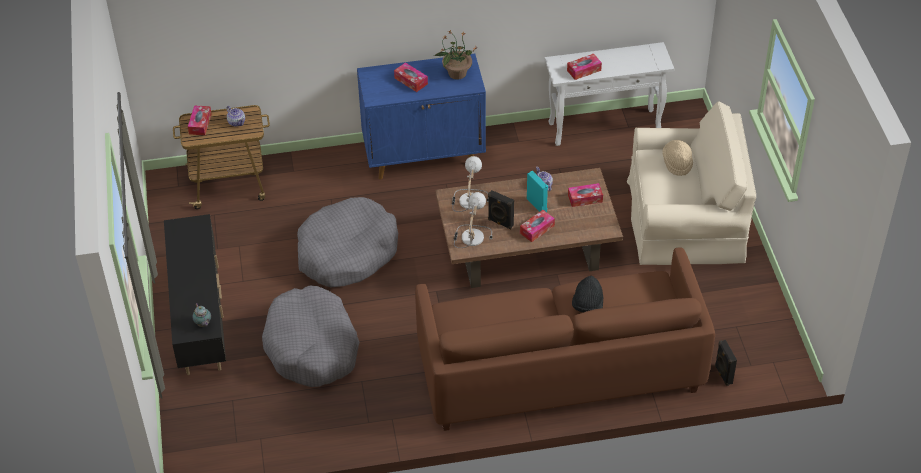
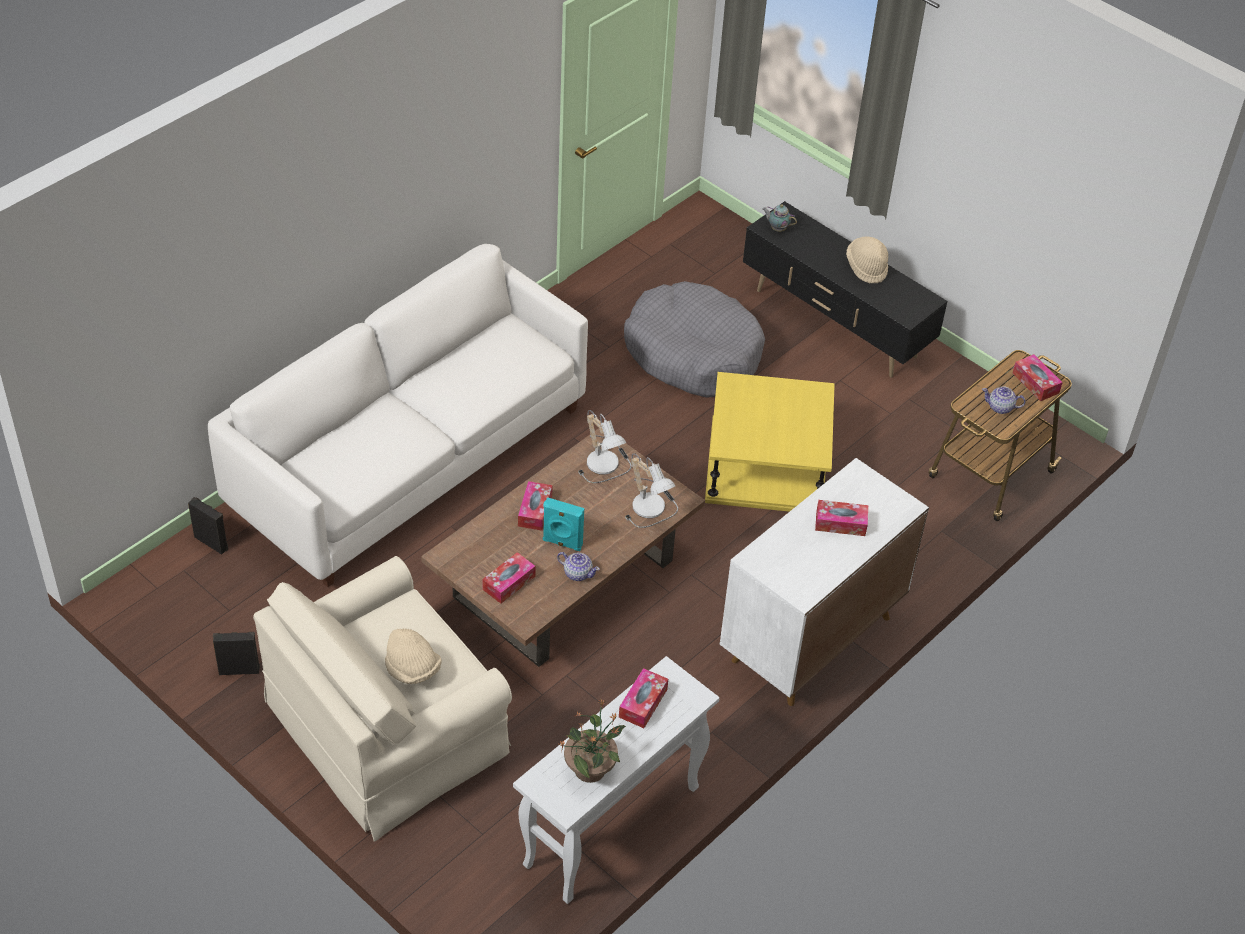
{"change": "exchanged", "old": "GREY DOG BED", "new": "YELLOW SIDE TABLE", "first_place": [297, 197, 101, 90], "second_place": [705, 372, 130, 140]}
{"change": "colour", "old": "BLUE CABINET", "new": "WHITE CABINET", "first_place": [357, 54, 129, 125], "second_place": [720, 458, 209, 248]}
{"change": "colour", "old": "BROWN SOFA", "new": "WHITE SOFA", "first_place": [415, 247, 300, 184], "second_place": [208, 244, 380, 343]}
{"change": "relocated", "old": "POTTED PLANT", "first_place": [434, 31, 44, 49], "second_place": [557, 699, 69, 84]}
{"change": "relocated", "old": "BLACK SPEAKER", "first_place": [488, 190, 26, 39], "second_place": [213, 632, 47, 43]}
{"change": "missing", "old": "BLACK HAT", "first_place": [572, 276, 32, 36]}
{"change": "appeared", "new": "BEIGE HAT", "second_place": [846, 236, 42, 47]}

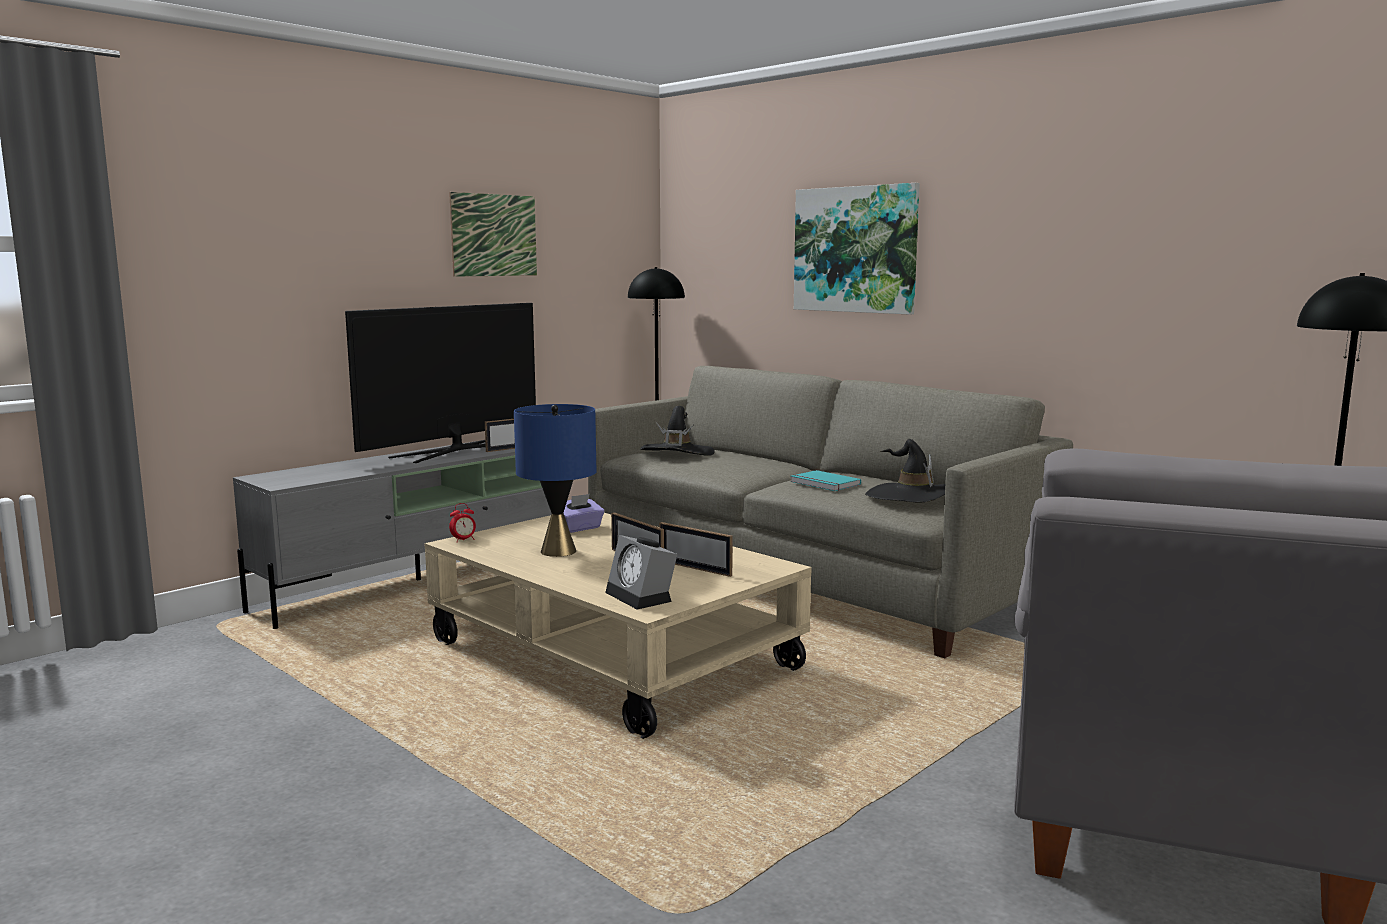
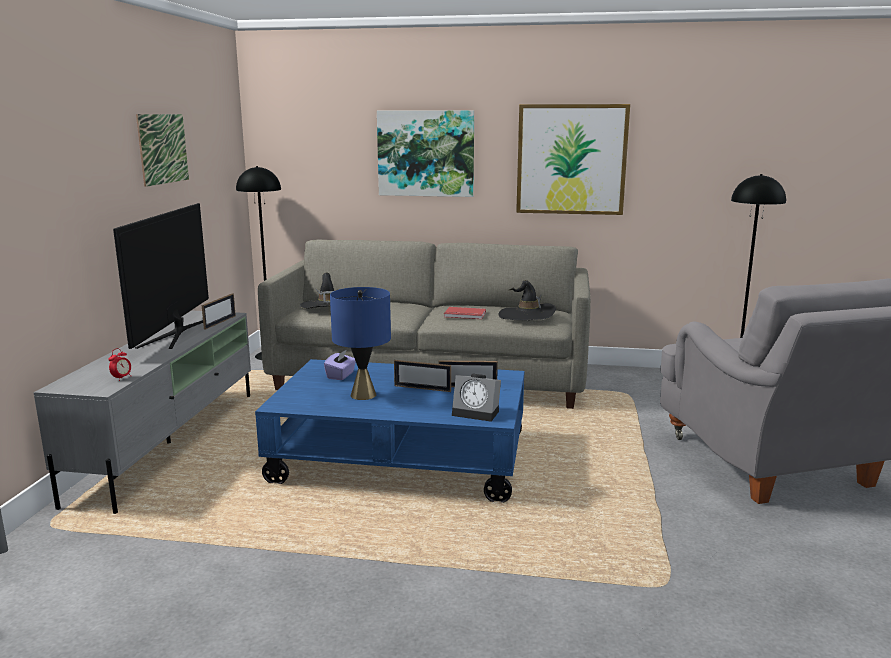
{"change": "colour", "old": "BEIGE COFFEE TABLE", "new": "BLUE COFFEE TABLE", "first_place": [424, 513, 388, 226], "second_place": [255, 359, 270, 144]}
{"change": "relocated", "old": "ALARM CLOCK", "first_place": [449, 503, 27, 38], "second_place": [108, 348, 23, 33]}
{"change": "colour", "old": "TURQUOISE BOOK", "new": "RED BOOK", "first_place": [790, 470, 71, 21], "second_place": [444, 307, 42, 12]}
{"change": "appeared", "new": "PICTURE", "second_place": [516, 104, 114, 111]}

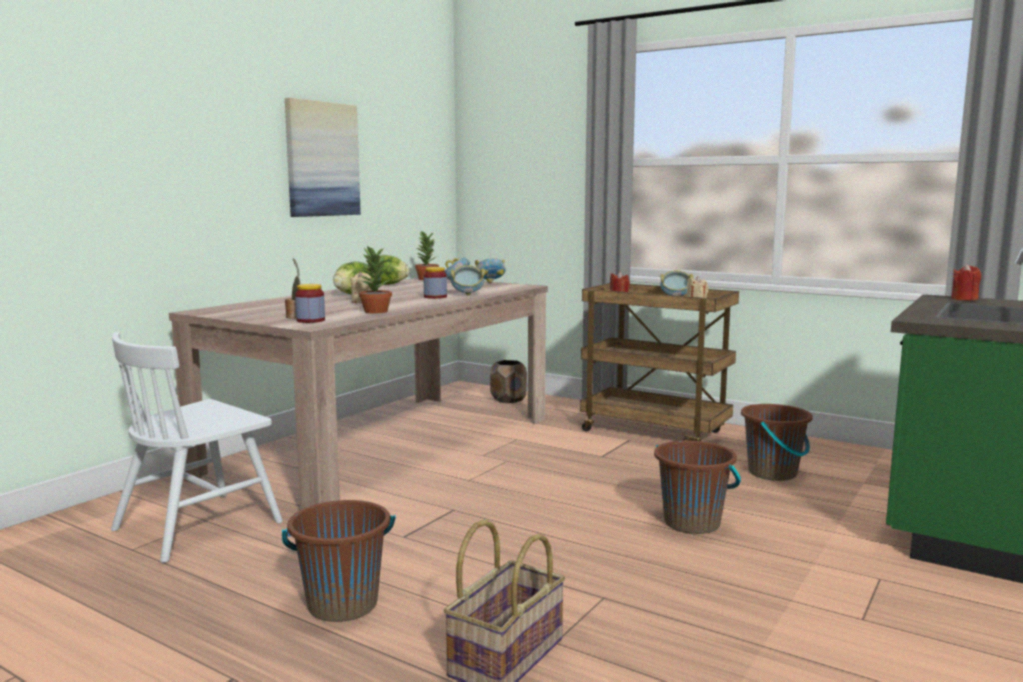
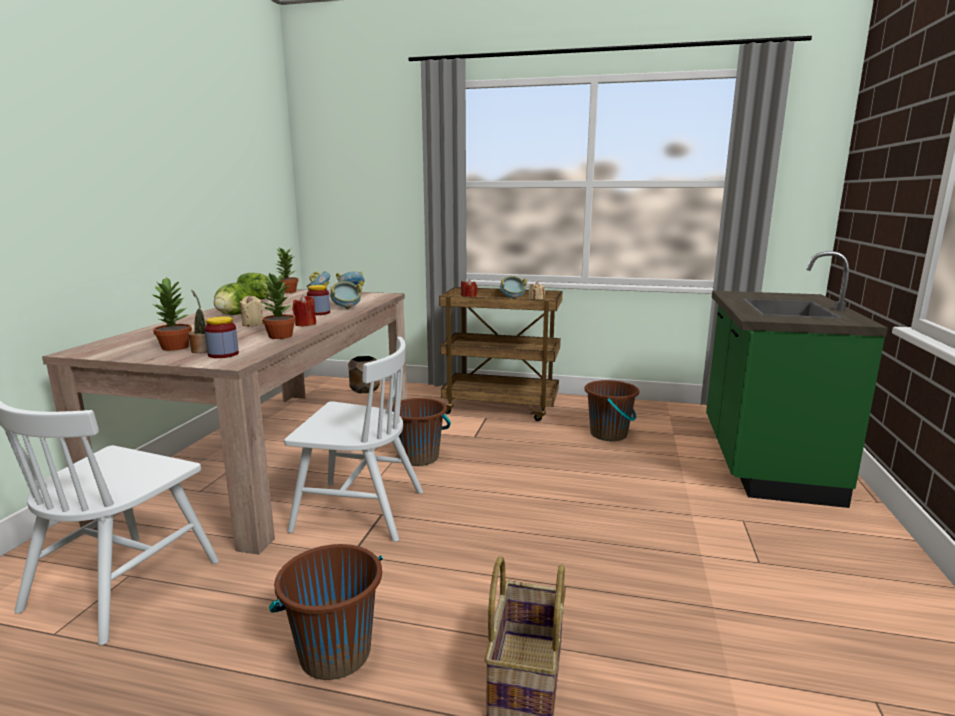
{"change": "missing", "old": "PICTURE", "first_place": [285, 98, 76, 119]}
{"change": "relocated", "old": "BROWN BUCKET", "first_place": [654, 441, 87, 93], "second_place": [392, 398, 59, 68]}
{"change": "relocated", "old": "RED CANDLE", "first_place": [951, 264, 30, 37], "second_place": [292, 295, 24, 31]}
{"change": "appeared", "new": "POTTED PLANT", "second_place": [150, 276, 42, 75]}
{"change": "appeared", "new": "WHITE CHAIR", "second_place": [284, 337, 139, 205]}

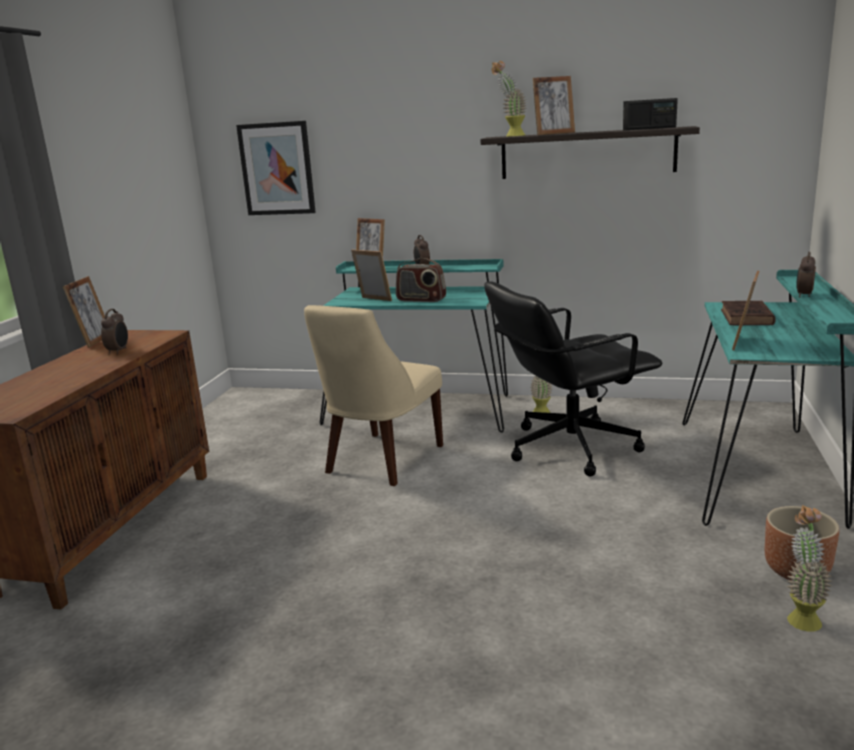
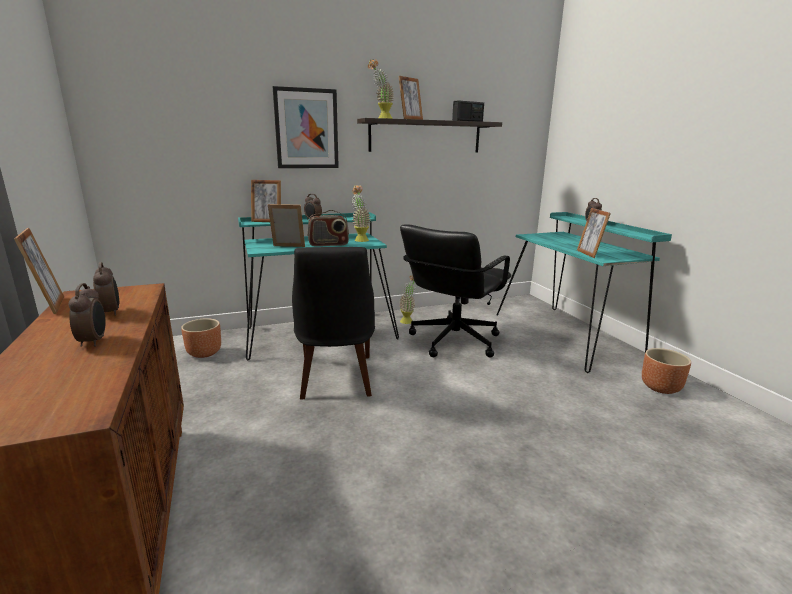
{"change": "relocated", "old": "PICTURE", "first_place": [236, 121, 80, 94], "second_place": [273, 86, 66, 82]}
{"change": "colour", "old": "BEIGE CHAIR", "new": "BLACK CHAIR", "first_place": [304, 305, 139, 181], "second_place": [292, 247, 83, 153]}
{"change": "missing", "old": "BROWN BOOK", "first_place": [721, 301, 55, 24]}
{"change": "relocated", "old": "POTTED PLANT", "first_place": [786, 505, 46, 127], "second_place": [352, 185, 19, 57]}
{"change": "appeared", "new": "ALARM CLOCK", "second_place": [69, 283, 36, 64]}
{"change": "appeared", "new": "BROWN PLANTER", "second_place": [181, 318, 40, 40]}

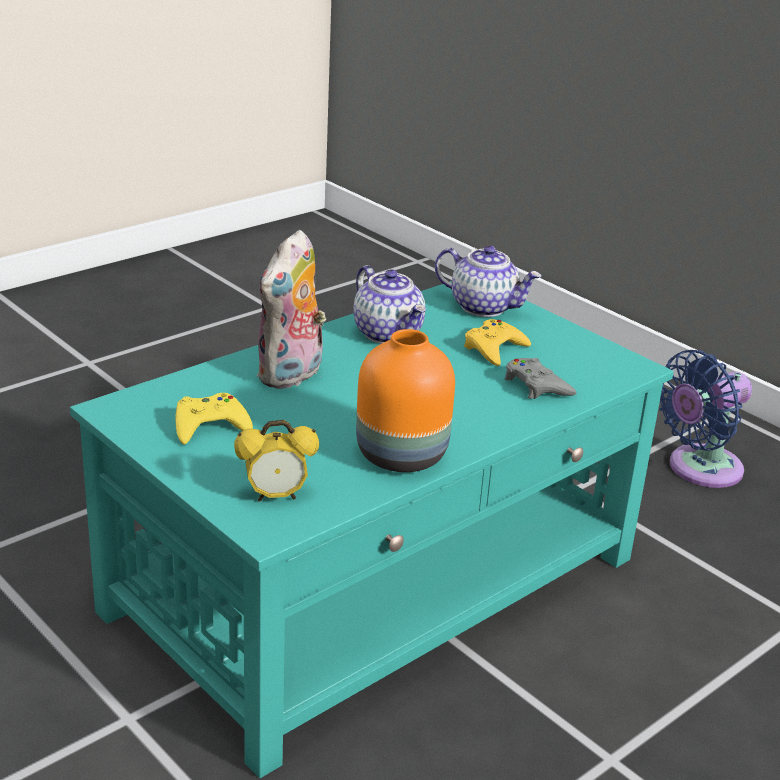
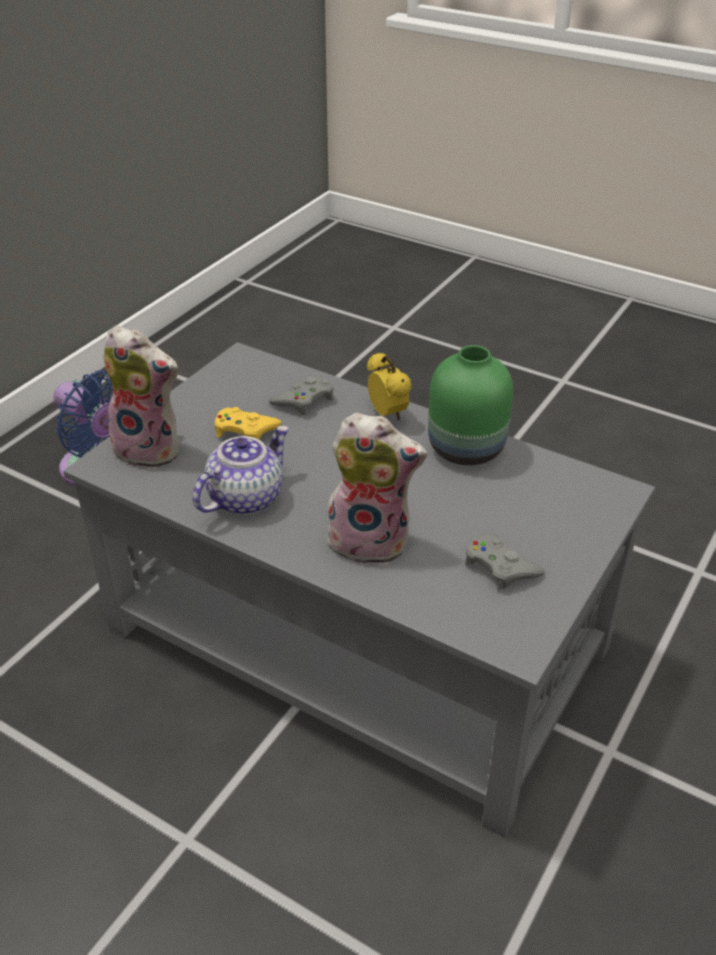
{"change": "colour", "old": "TURQUOISE COFFEE TABLE", "new": "GREY COFFEE TABLE", "first_place": [70, 281, 604, 497], "second_place": [63, 342, 592, 496]}
{"change": "colour", "old": "YELLOW GAME CONTROLLER", "new": "GREY GAME CONTROLLER", "first_place": [176, 393, 77, 51], "second_place": [465, 532, 80, 58]}
{"change": "relocated", "old": "ALARM CLOCK", "first_place": [234, 420, 85, 82], "second_place": [367, 352, 44, 68]}
{"change": "colour", "old": "ORANGE VASE", "new": "GREEN VASE", "first_place": [356, 329, 99, 143], "second_place": [428, 345, 85, 120]}
{"change": "exchanged", "old": "TEAPOT", "new": "PLUSH TOY", "first_place": [435, 246, 106, 71], "second_place": [103, 325, 77, 144]}

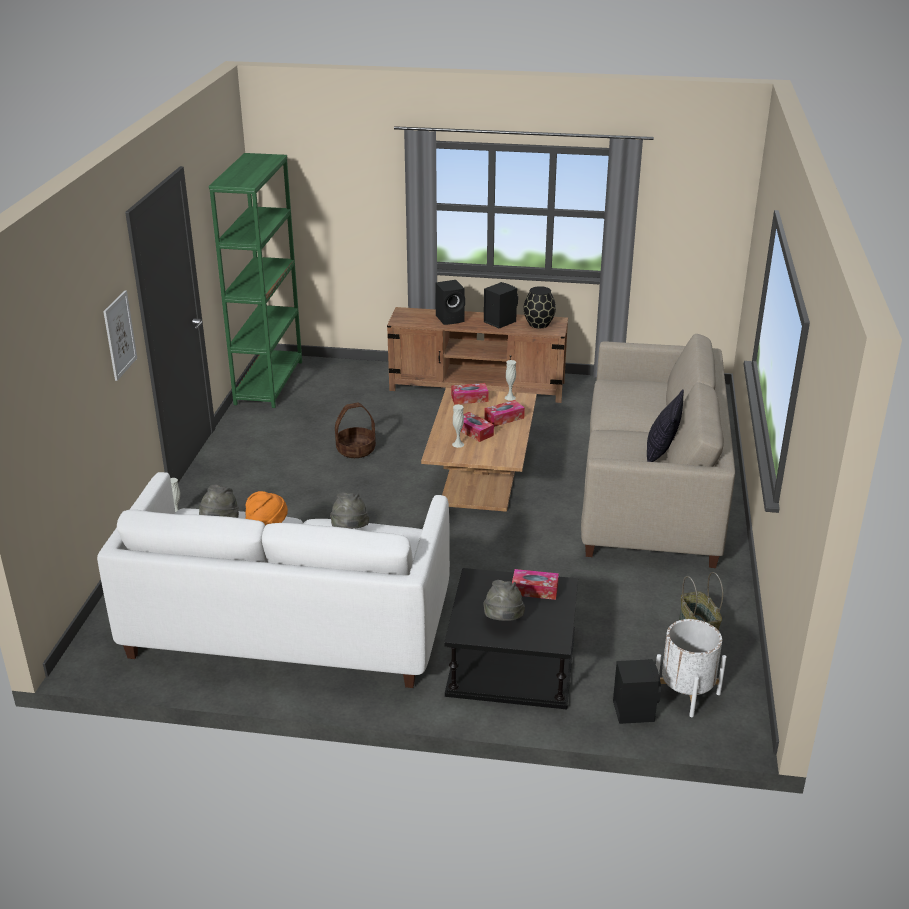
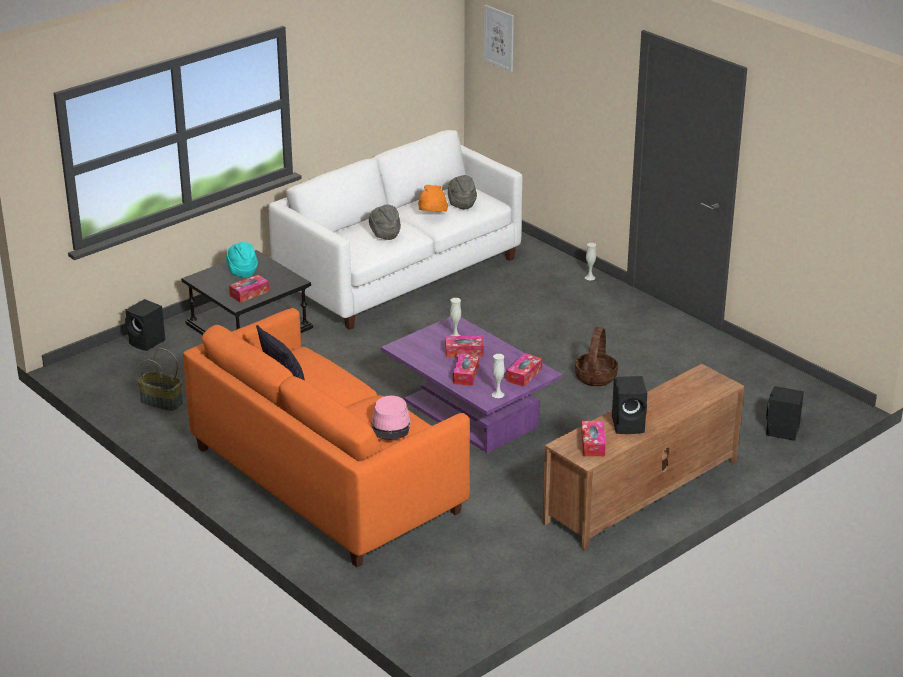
{"change": "relocated", "old": "PICTURE", "first_place": [103, 290, 34, 91], "second_place": [484, 5, 30, 67]}
{"change": "missing", "old": "GREEN BOOKCASE", "first_place": [209, 153, 93, 255]}
{"change": "colour", "old": "BROWN COFFEE TABLE", "new": "PURPLE COFFEE TABLE", "first_place": [421, 388, 116, 124], "second_place": [381, 317, 182, 136]}
{"change": "relocated", "old": "BLACK SPEAKER", "first_place": [435, 280, 30, 45], "second_place": [766, 386, 38, 55]}
{"change": "colour", "old": "GREY HAT", "new": "TURQUOISE HAT", "first_place": [483, 580, 42, 41], "second_place": [226, 242, 32, 36]}
{"change": "exchanged", "old": "BLACK VASE", "new": "TISSUE BOX", "first_place": [523, 286, 33, 42], "second_place": [581, 421, 25, 35]}
{"change": "colour", "old": "BEIGE SOFA", "new": "ORANGE SOFA", "first_place": [581, 334, 154, 234], "second_place": [183, 308, 287, 259]}
{"change": "missing", "old": "WHITE PLANTER", "first_place": [656, 619, 71, 98]}
{"change": "appeared", "new": "PINK HAT", "second_place": [371, 395, 40, 45]}

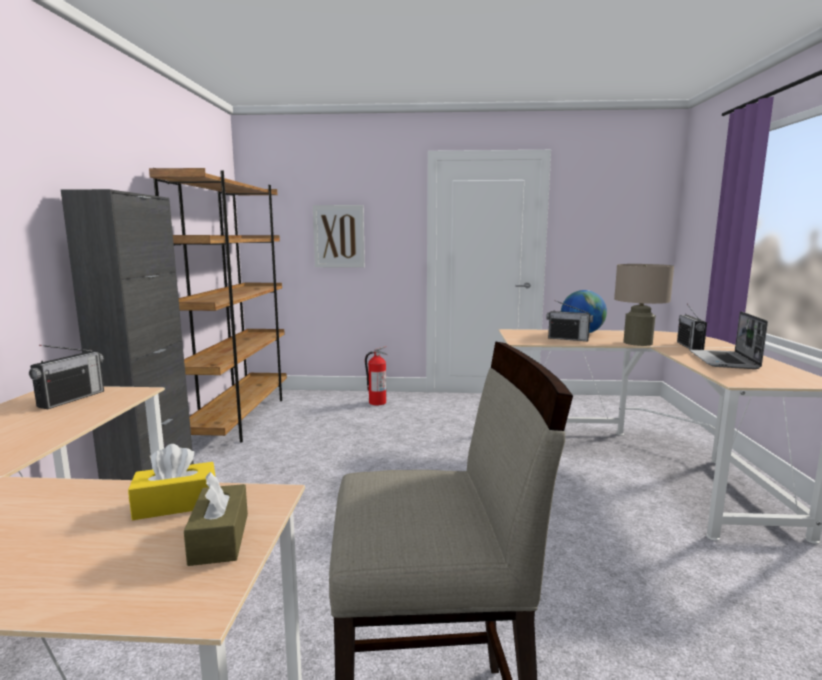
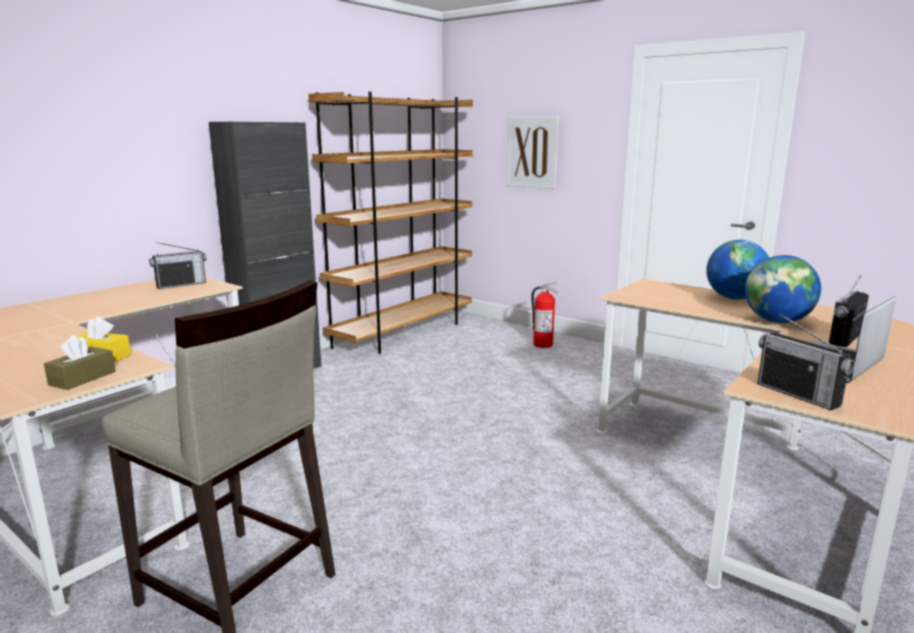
{"change": "relocated", "old": "RADIO", "first_place": [547, 300, 46, 41], "second_place": [757, 314, 97, 96]}
{"change": "exchanged", "old": "BEIGE TABLE LAMP", "new": "GLOBE", "first_place": [614, 264, 60, 82], "second_place": [745, 255, 76, 68]}

